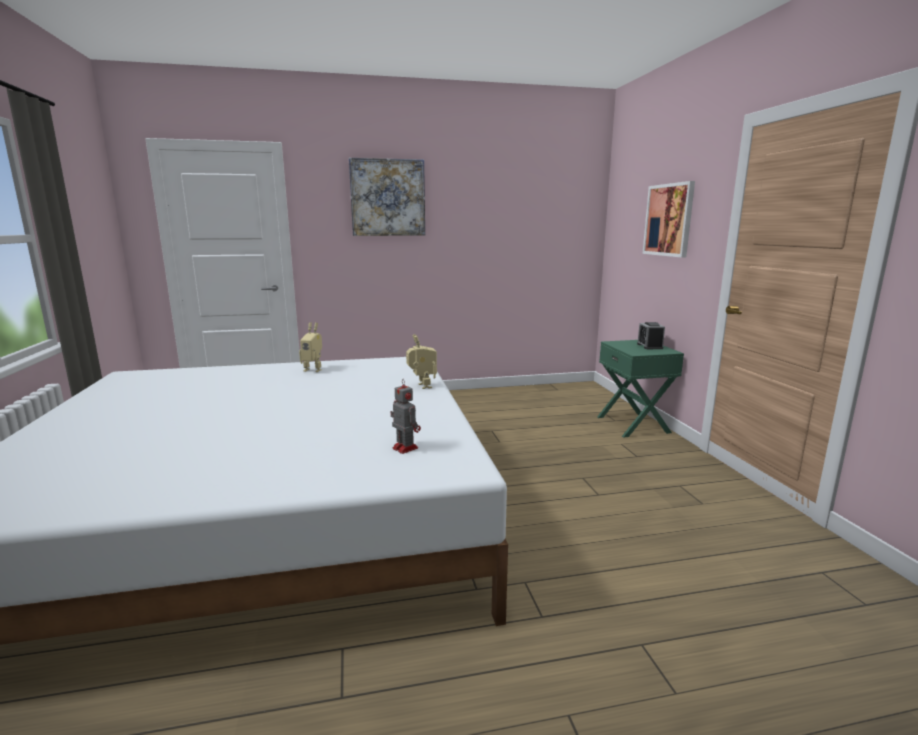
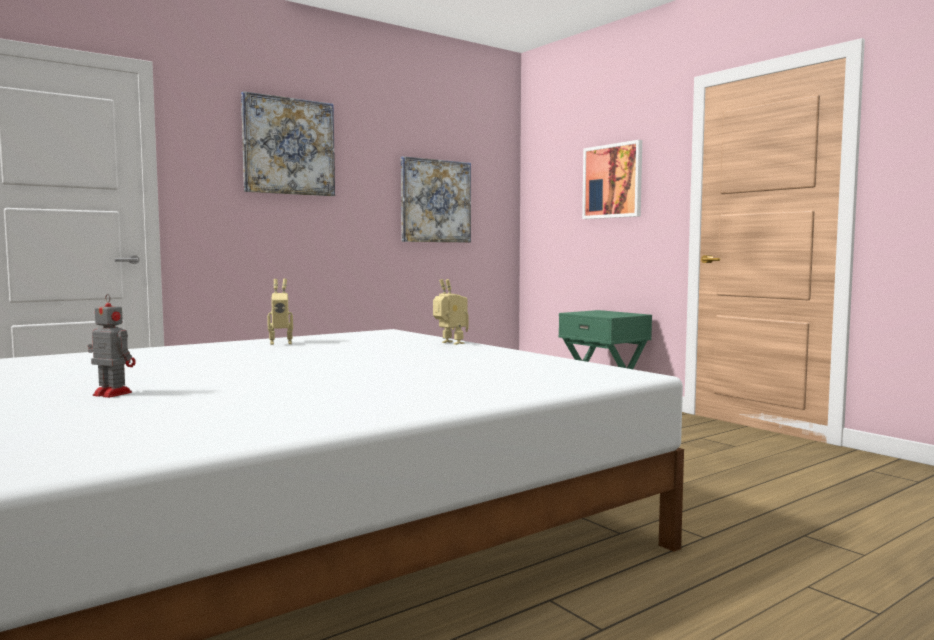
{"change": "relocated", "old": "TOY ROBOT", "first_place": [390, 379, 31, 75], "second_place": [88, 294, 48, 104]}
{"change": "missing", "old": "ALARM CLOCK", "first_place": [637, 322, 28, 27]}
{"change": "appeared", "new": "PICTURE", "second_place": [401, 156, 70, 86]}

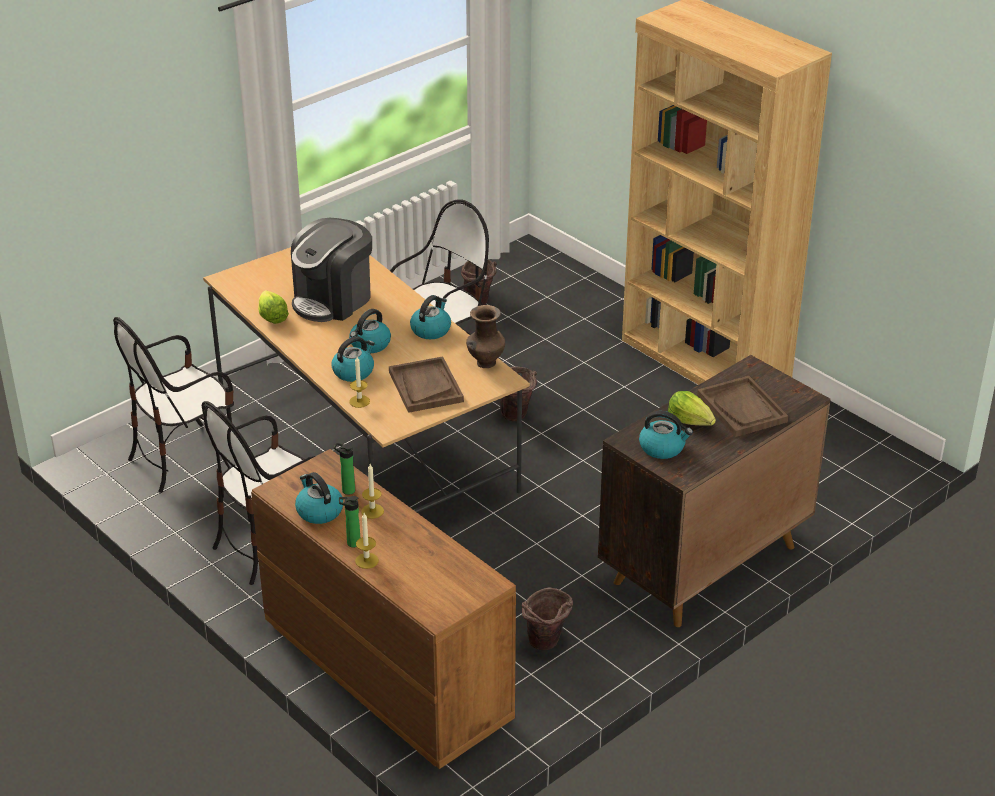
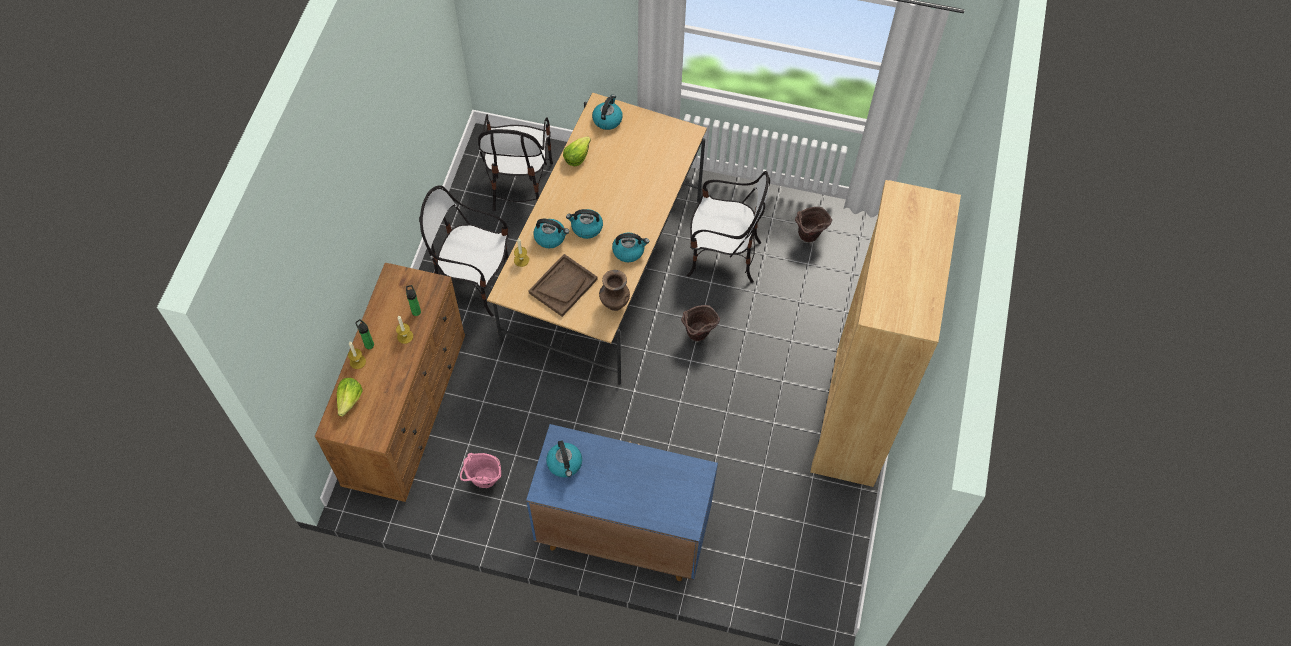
{"change": "spun", "old": "CHAIR", "first_place": [113, 317, 121, 176], "second_place": [478, 114, 75, 98], "degrees": -105}
{"change": "missing", "old": "COFFEE MACHINE", "first_place": [291, 218, 81, 104]}
{"change": "relocated", "old": "KETTLE", "first_place": [295, 472, 48, 52], "second_place": [592, 95, 31, 35]}
{"change": "colour", "old": "BROWN BUCKET", "new": "PINK BUCKET", "first_place": [522, 587, 51, 63], "second_place": [460, 453, 41, 35]}
{"change": "colour", "old": "BROWN CABINET", "new": "BLUE CABINET", "first_place": [598, 355, 233, 272], "second_place": [526, 424, 192, 157]}
{"change": "relocated", "old": "LETTUCE", "first_place": [668, 391, 48, 35], "second_place": [337, 378, 26, 39]}
{"change": "missing", "old": "BROWN TRAY", "first_place": [697, 376, 91, 61]}

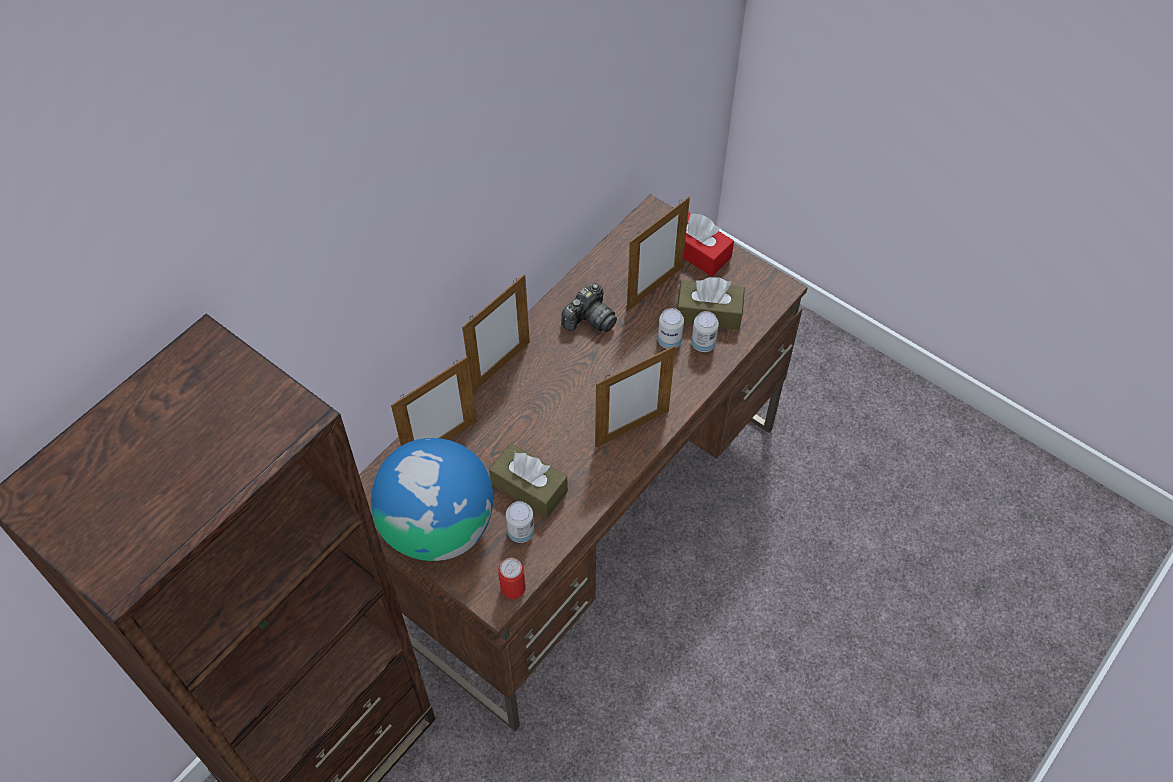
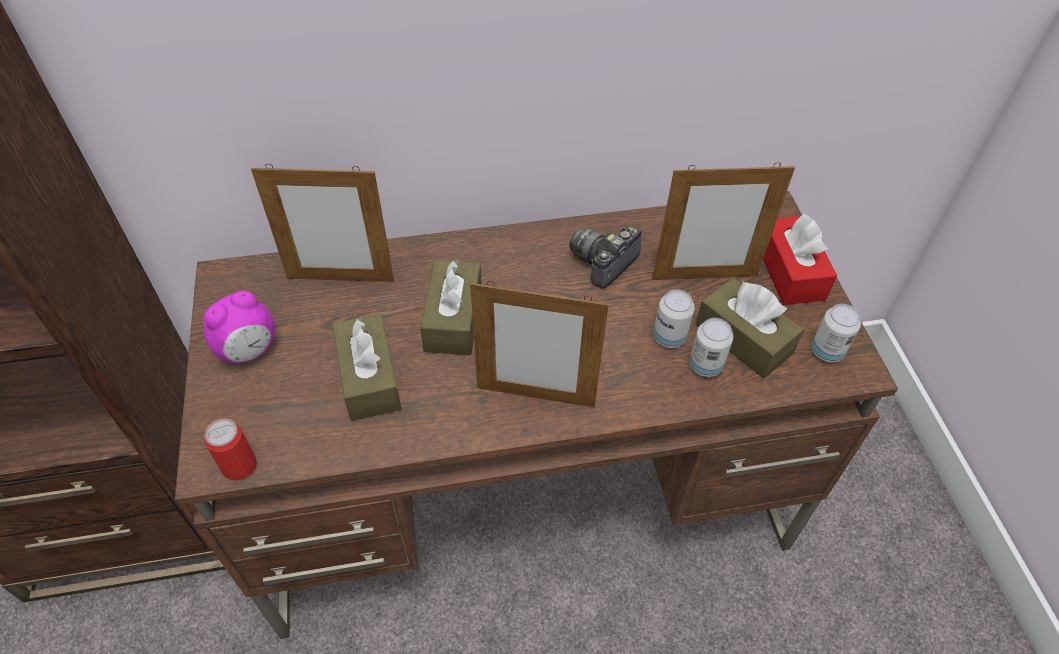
{"change": "exchanged", "old": "GLOBE", "new": "ALARM CLOCK", "first_place": [371, 438, 122, 123], "second_place": [203, 291, 72, 73]}
{"change": "missing", "old": "PICTURE FRAME", "first_place": [462, 274, 68, 118]}
{"change": "relocated", "old": "CAN", "first_place": [506, 501, 28, 42], "second_place": [811, 304, 50, 58]}
{"change": "spun", "old": "PHOTO CAMERA", "first_place": [561, 283, 56, 49], "second_place": [569, 226, 73, 63], "degrees": 135}
{"change": "appeared", "new": "BROWN TISSUE BOX", "second_place": [420, 260, 62, 95]}

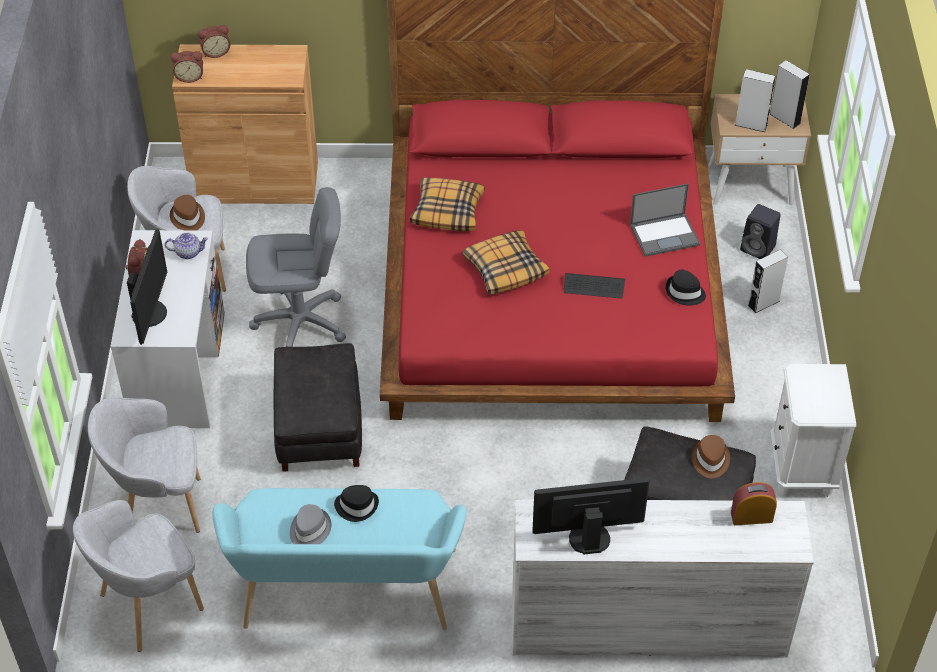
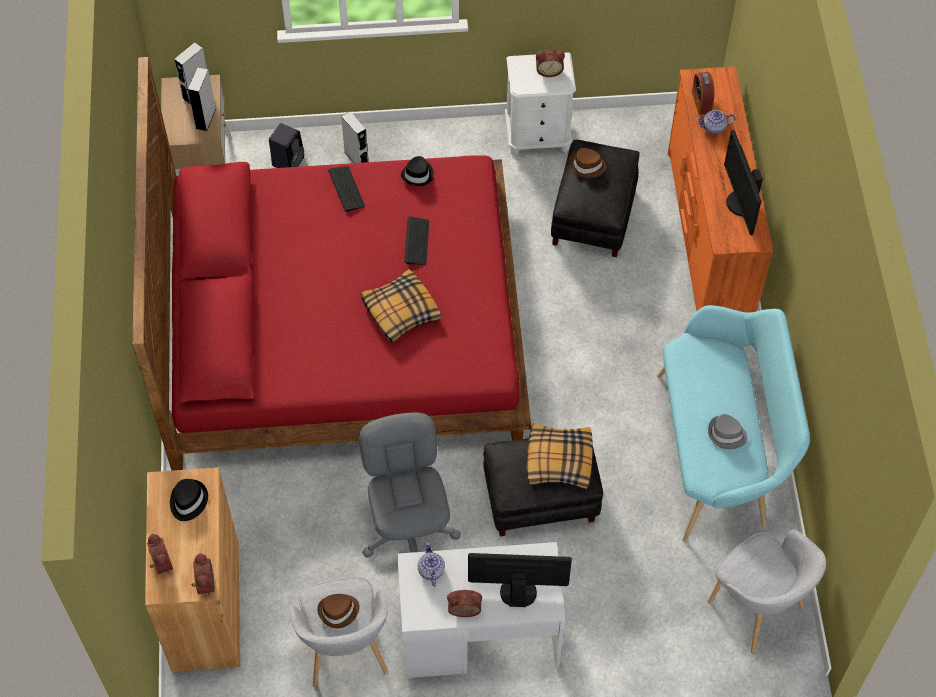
{"change": "missing", "old": "GREY ARMCHAIR", "first_place": [88, 397, 113, 136]}
{"change": "relocated", "old": "BLACK HAT", "first_place": [334, 485, 45, 37], "second_place": [170, 479, 38, 42]}
{"change": "relocated", "old": "PILLOW", "first_place": [410, 178, 75, 53], "second_place": [527, 423, 66, 66]}
{"change": "colour", "old": "WHITE DRESSER", "new": "ORANGE DRESSER", "first_place": [512, 499, 302, 158], "second_place": [668, 66, 105, 247]}
{"change": "exchanged", "old": "LAPTOP", "new": "KEYBOARD", "first_place": [630, 183, 70, 74], "second_place": [328, 166, 37, 46]}
{"change": "appeared", "new": "ALARM CLOCK", "second_place": [536, 50, 29, 27]}
{"change": "appeared", "new": "TEAPOT", "second_place": [696, 110, 39, 24]}

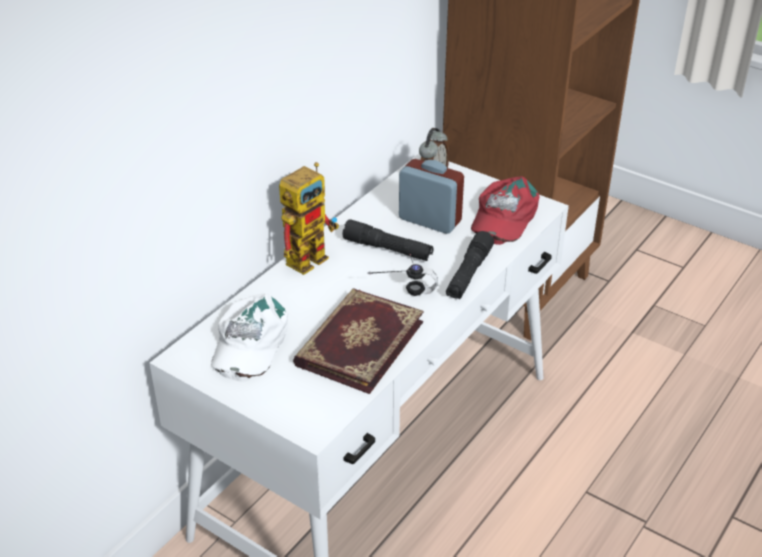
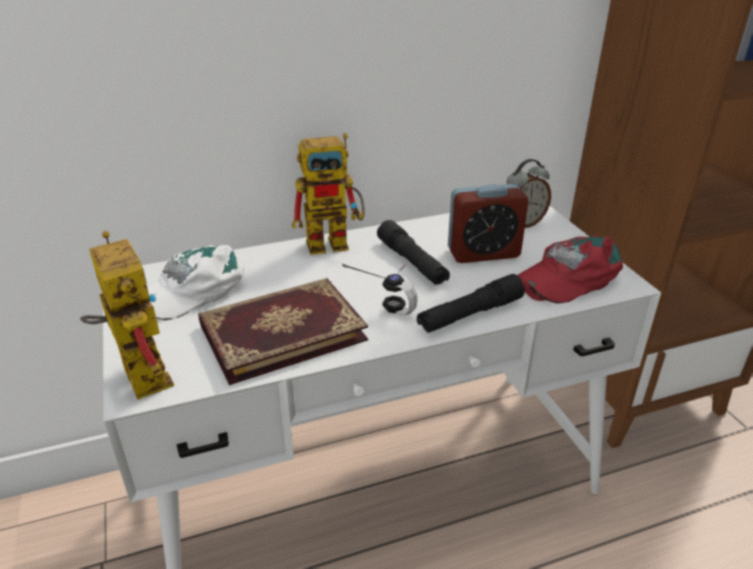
{"change": "spun", "old": "ALARM CLOCK", "first_place": [399, 159, 65, 75], "second_place": [448, 184, 81, 79], "degrees": 105}
{"change": "appeared", "new": "TOY ROBOT", "second_place": [80, 231, 94, 169]}

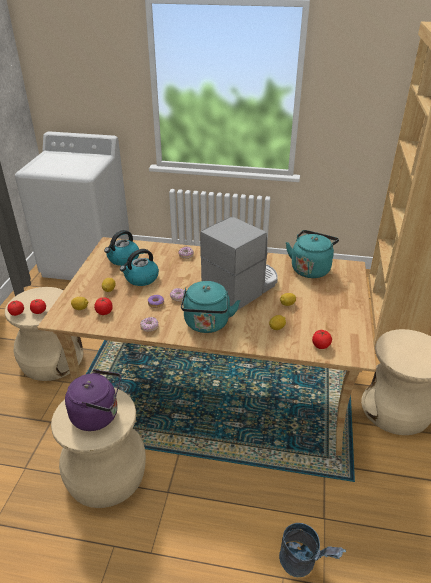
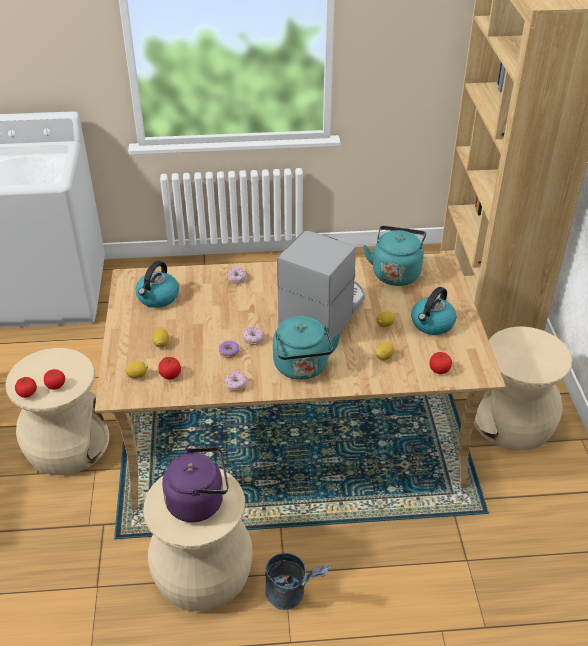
{"change": "relocated", "old": "KETTLE", "first_place": [120, 249, 39, 37], "second_place": [411, 287, 45, 48]}
{"change": "relocated", "old": "GREY BUCKET", "first_place": [279, 523, 67, 54], "second_place": [265, 553, 66, 57]}

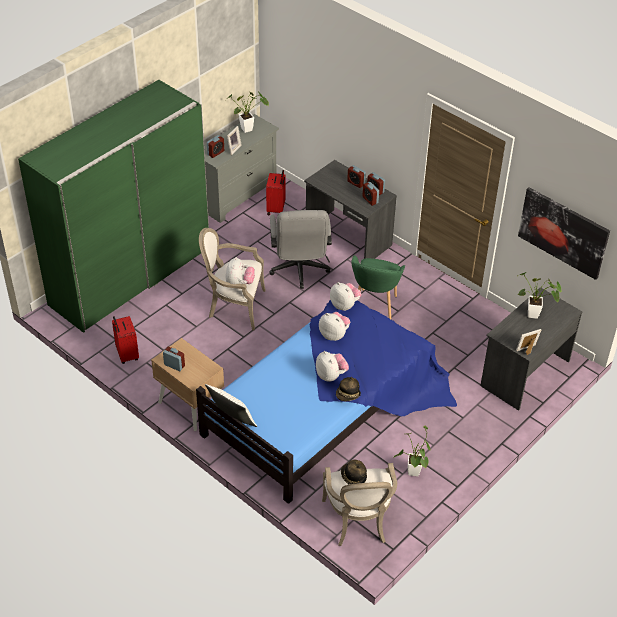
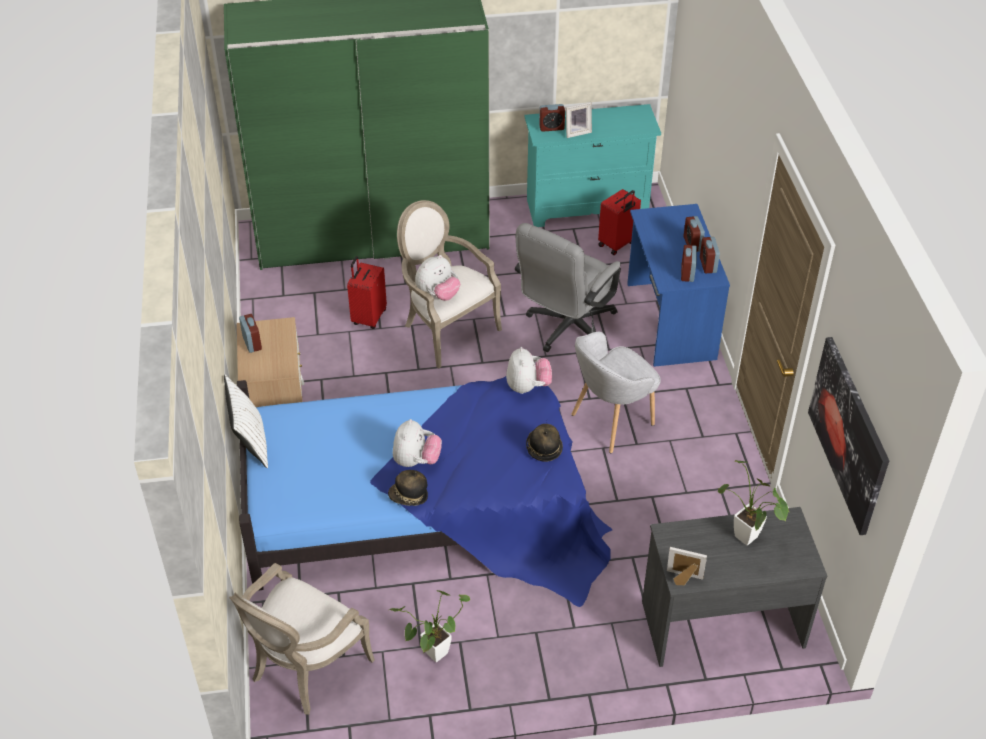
{"change": "relocated", "old": "RED SUITCASE", "first_place": [112, 316, 27, 48], "second_place": [347, 256, 40, 73]}
{"change": "colour", "old": "GREY DRESSER", "new": "TURQUOISE DRESSER", "first_place": [204, 114, 75, 109], "second_place": [525, 104, 136, 123]}
{"change": "missing", "old": "POTTED PLANT", "first_place": [226, 92, 43, 41]}
{"change": "colour", "old": "GREY DESK", "new": "BLUE DESK", "first_place": [304, 160, 93, 99], "second_place": [627, 204, 103, 163]}
{"change": "missing", "old": "PLUSH TOY", "first_place": [319, 312, 31, 29]}
{"change": "relocated", "old": "HAT", "first_place": [341, 460, 26, 24], "second_place": [526, 424, 37, 38]}
{"change": "colour", "old": "GREEN ARMCHAIR", "new": "GREY ARMCHAIR", "first_place": [351, 255, 54, 64], "second_place": [571, 332, 90, 121]}

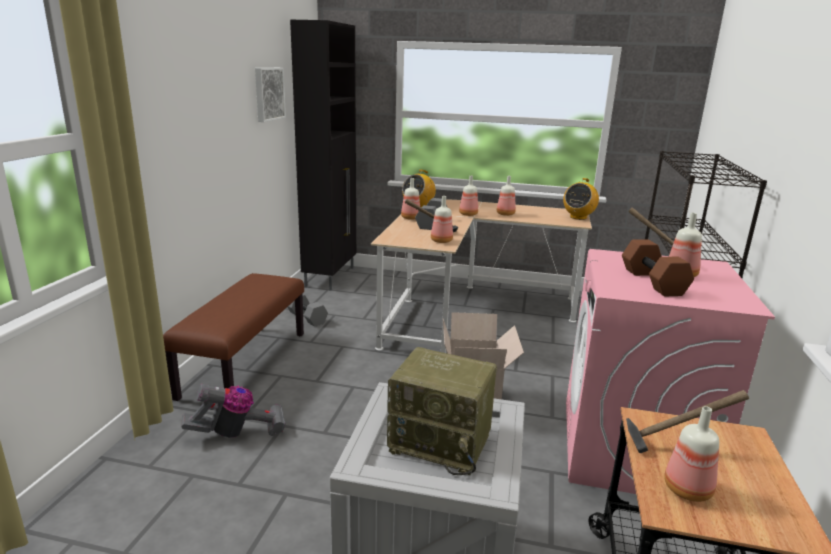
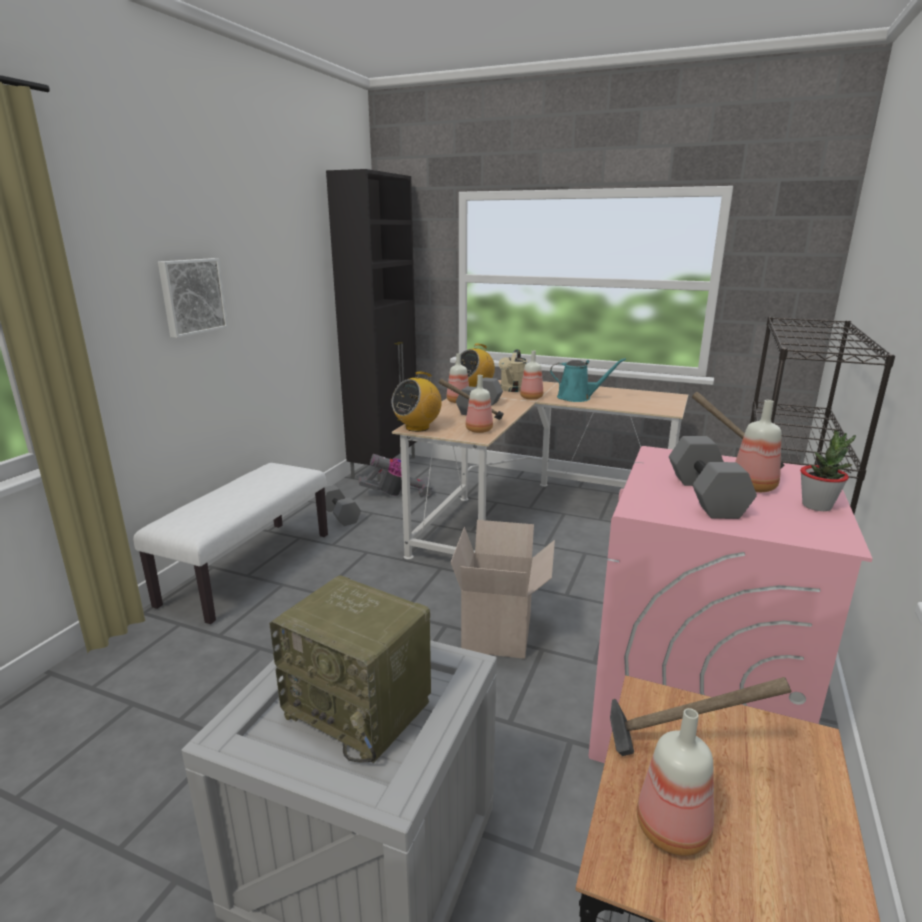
{"change": "colour", "old": "BROWN BENCH", "new": "WHITE BENCH", "first_place": [163, 273, 141, 128], "second_place": [133, 463, 195, 161]}
{"change": "relocated", "old": "VACUUM CLEANER", "first_place": [182, 384, 104, 54], "second_place": [359, 454, 73, 43]}
{"change": "relocated", "old": "PICTURE", "first_place": [255, 68, 31, 54], "second_place": [158, 258, 70, 80]}
{"change": "exchanged", "old": "BOTTLE", "new": "TURQUOISE WATERING CAN", "first_place": [497, 176, 19, 40], "second_place": [550, 358, 76, 44]}
{"change": "relocated", "old": "RADIO", "first_place": [563, 178, 36, 42], "second_place": [391, 372, 51, 60]}
{"change": "colour", "old": "BROWN DUMBBELL", "new": "GREY DUMBBELL", "first_place": [622, 239, 72, 57], "second_place": [669, 436, 88, 83]}
{"change": "appeared", "new": "BEIGE WATERING CAN", "second_place": [499, 349, 28, 43]}
{"change": "appeared", "new": "POTTED PLANT", "second_place": [800, 430, 56, 81]}

